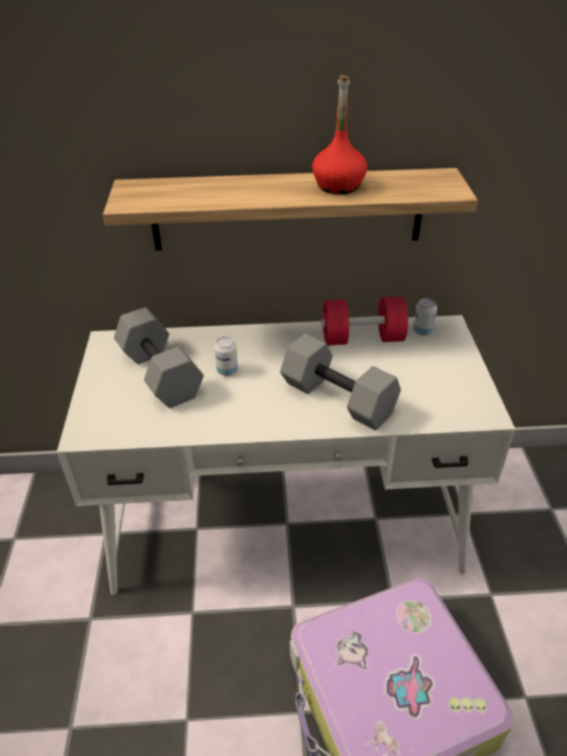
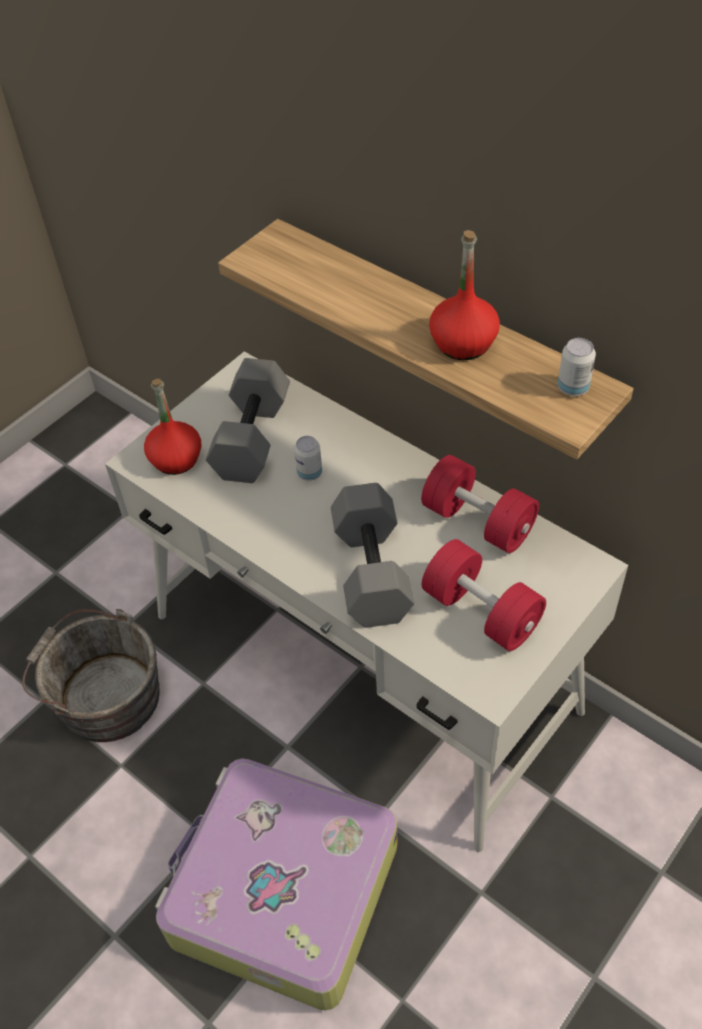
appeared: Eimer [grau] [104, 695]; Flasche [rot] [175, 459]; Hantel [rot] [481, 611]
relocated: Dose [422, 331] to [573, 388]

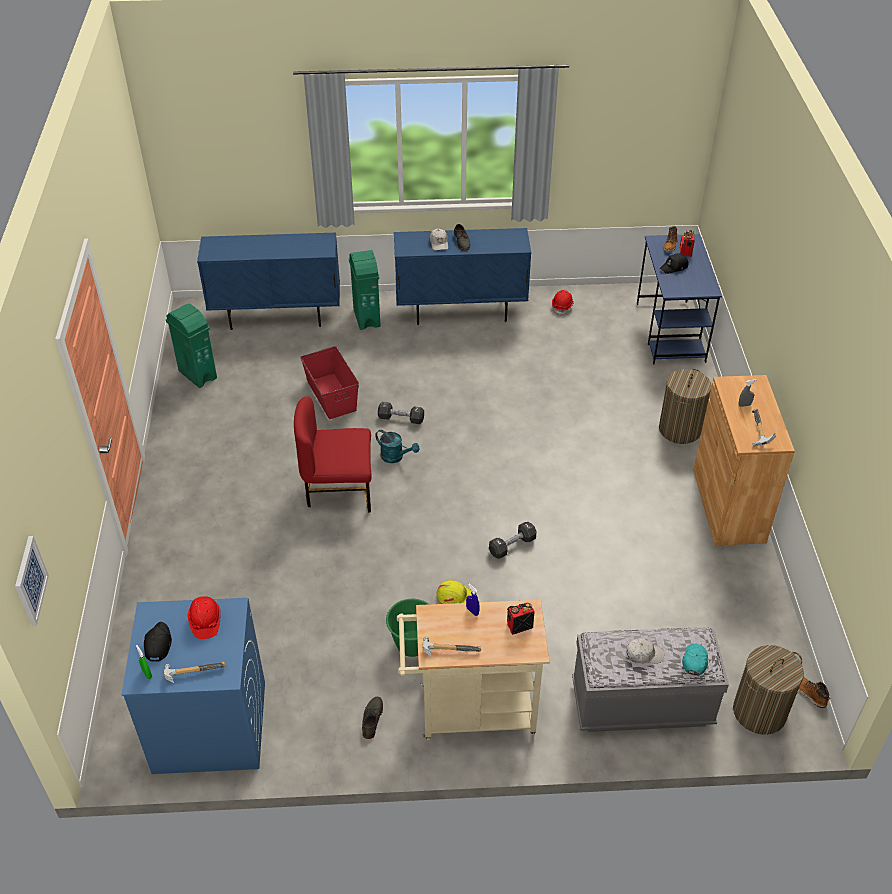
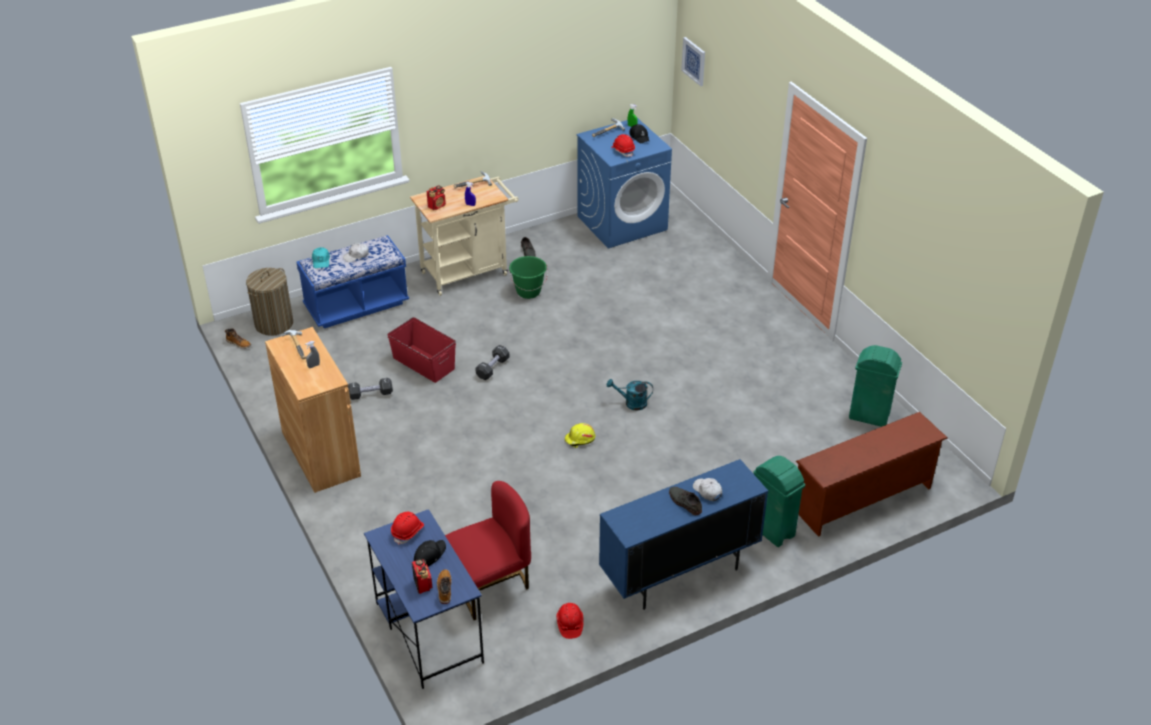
missing: Wäschekorb [679, 429]
appeared: Schutzhelm [rot] [408, 532]
relocated: Stuhl [rot] [339, 490] to [490, 585]; Aufbewahrungsbox [rot] [331, 396] to [423, 363]; Hantel [schwarz] [401, 419] to [370, 394]; Schutzhelm [gelb] [454, 596] to [580, 439]
exchanged: Schrank [blau] [277, 317] to Schuhregal [braun] [863, 500]
colour: Bank [grau] [641, 704] to Bank [blau] [356, 305]

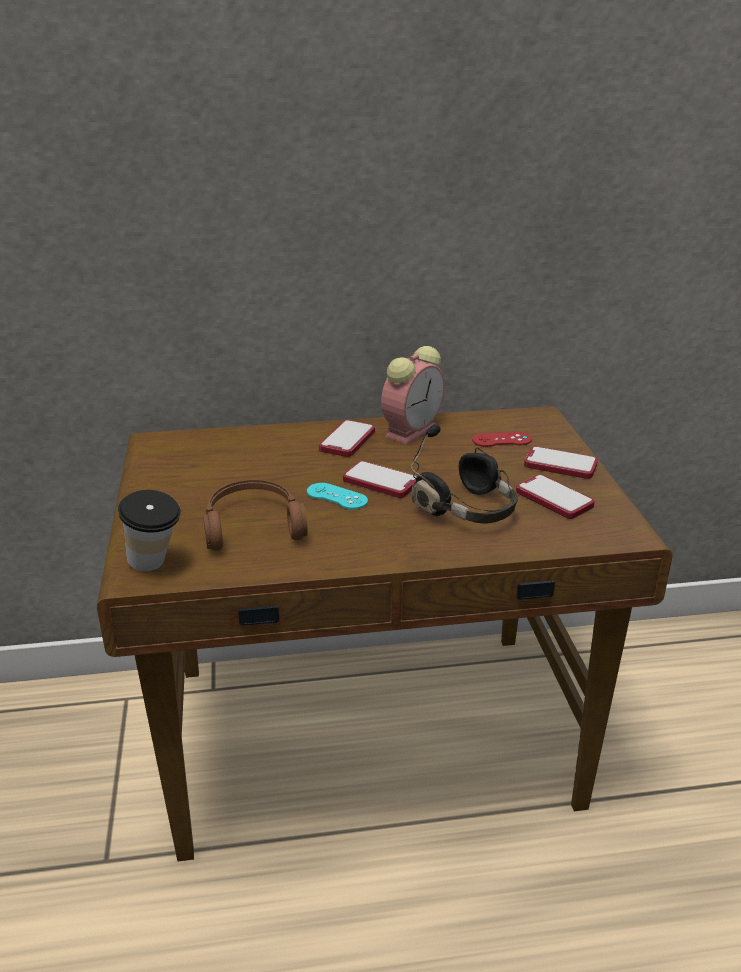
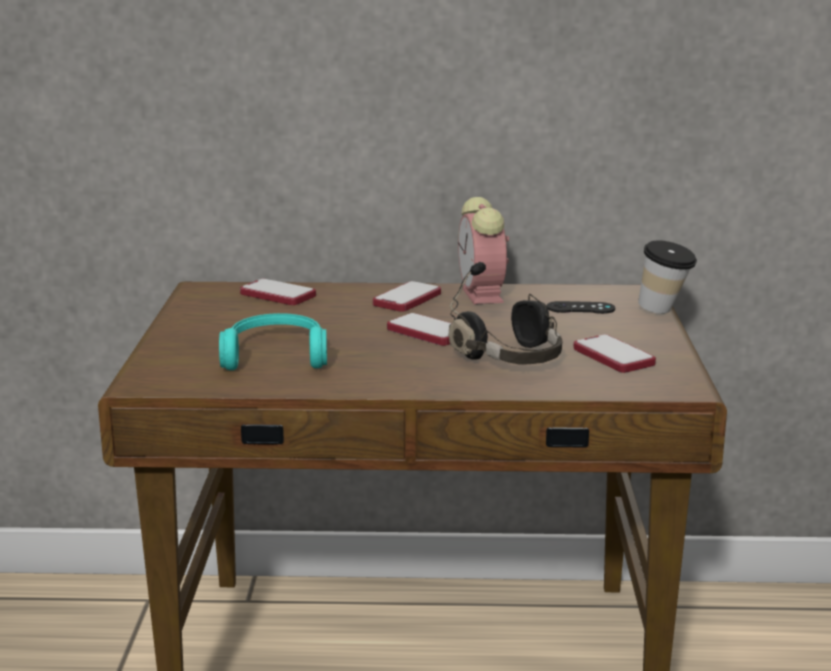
missing: Gamepad [türkis] [337, 496]
relocated: Tasse [156, 566] to [664, 311]; Handy [560, 465] to [278, 295]
colour: Kopfhörer [braun] [252, 525] to Kopfhörer [türkis] [276, 355]; Gamepad [rot] [501, 440] to Gamepad [schwarz] [580, 308]
spun: Wecker [412, 430] = [483, 295] 120 degrees clockwise

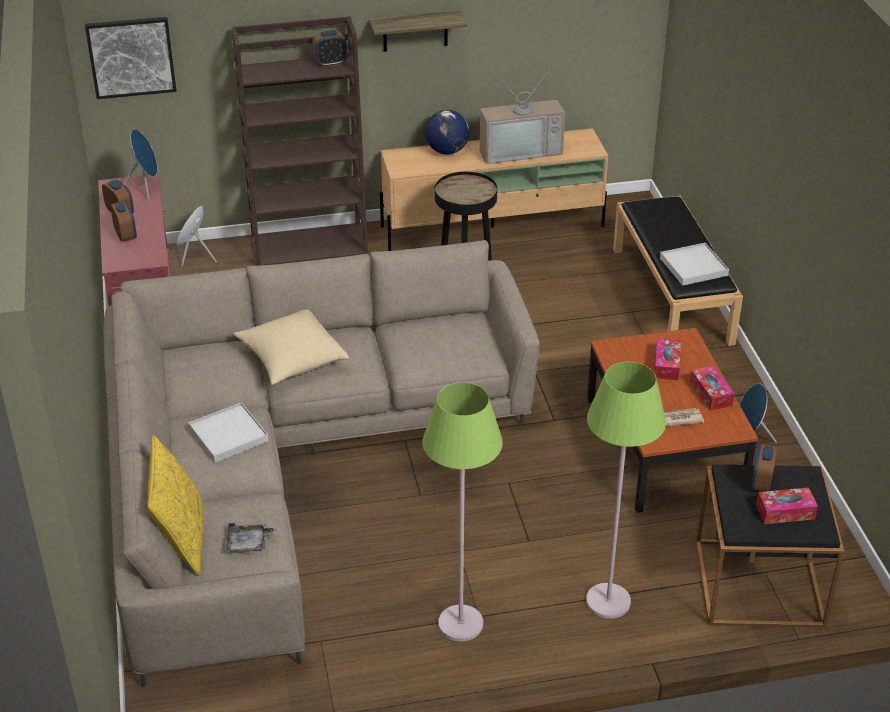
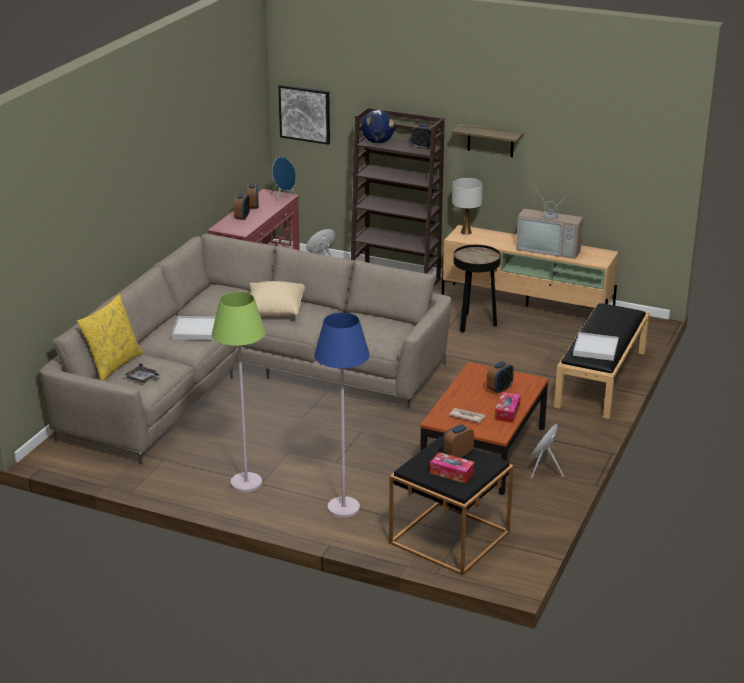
appeared: Tischlampe [weiß] [466, 232]
relocated: Globus [447, 151] to [378, 142]
exchanged: Taschentuchbox [666, 365] to Wecker [499, 389]
colour: Stehlampe [grün] [608, 602] to Stehlampe [blau] [343, 508]

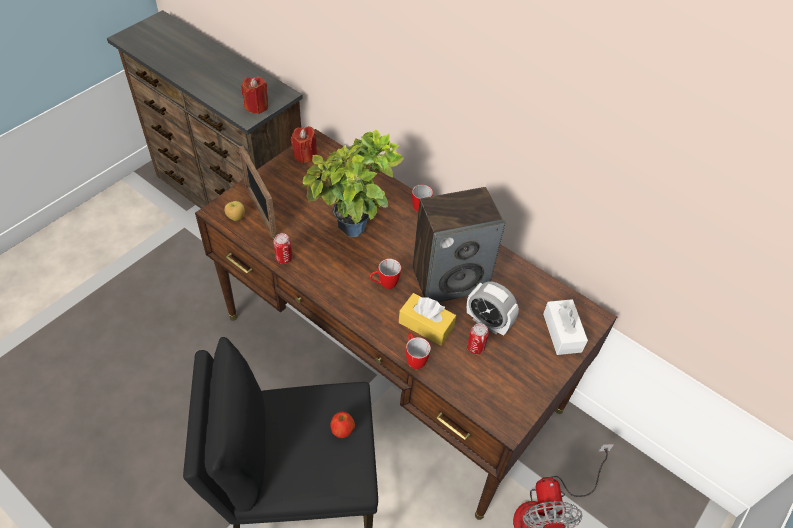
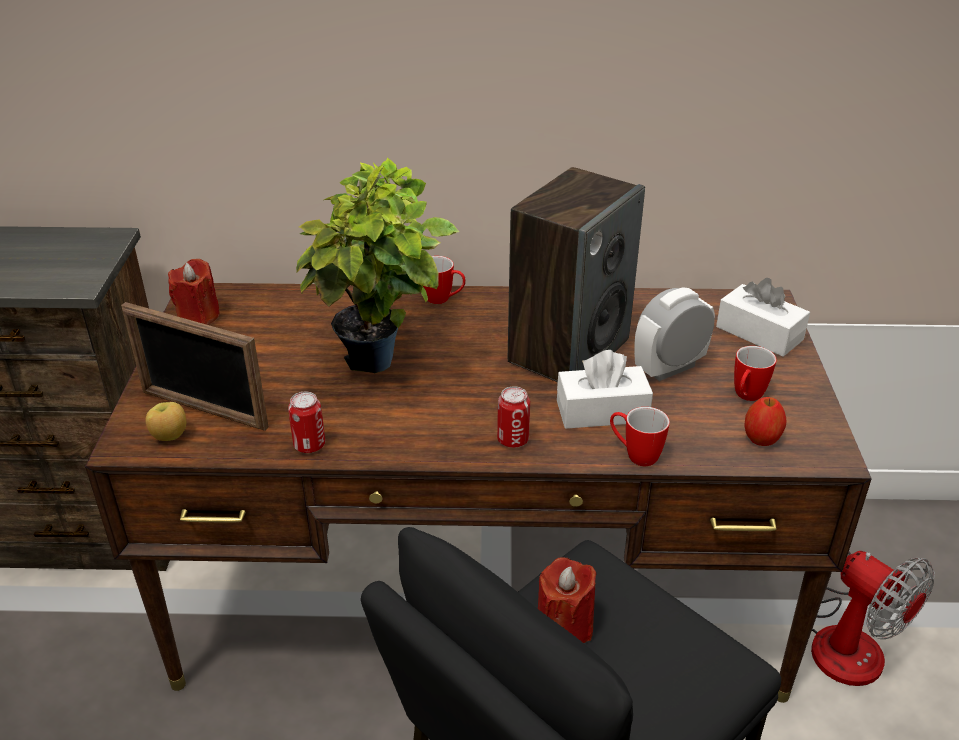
relocated: Kerze [rot] [256, 106] to [564, 626]; Apfel [342, 430] to [761, 439]; Henkelbecher [384, 284] to [745, 397]; Dose [475, 347] to [513, 440]
colour: Taschentuchbox [gelb] [426, 325] to Taschentuchbox [weiß] [602, 411]
spun: Wecker [488, 322] = [669, 368] 150 degrees clockwise

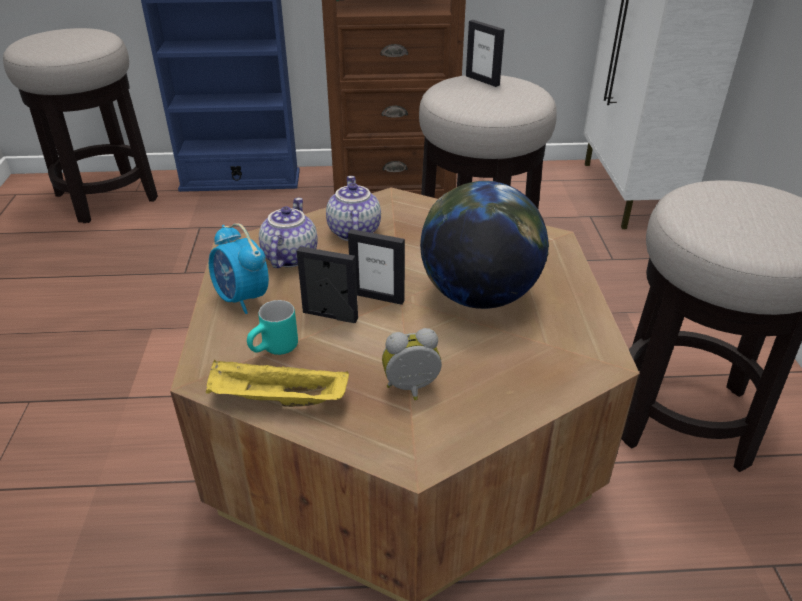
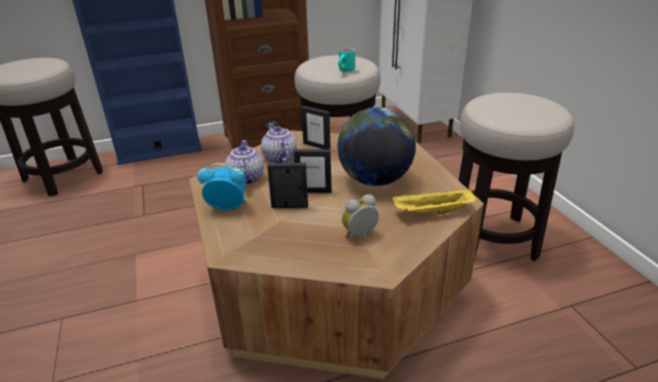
relocated: Tablett [gelb] [276, 400] to [432, 212]; Henkelbecher [türkis] [276, 350] to [346, 71]; Bilderrahmen [482, 80] to [316, 146]
spun: Wecker [242, 299] = [227, 207] 150 degrees clockwise

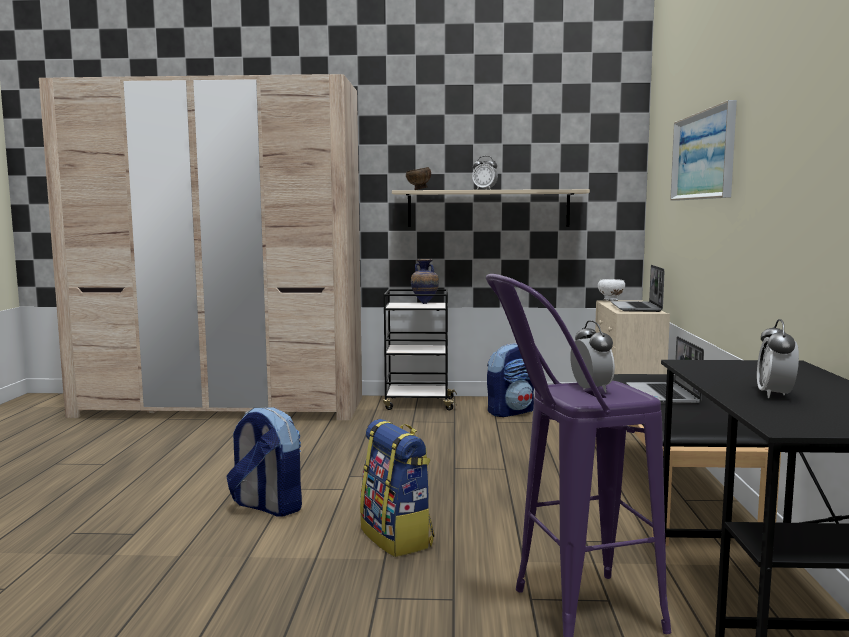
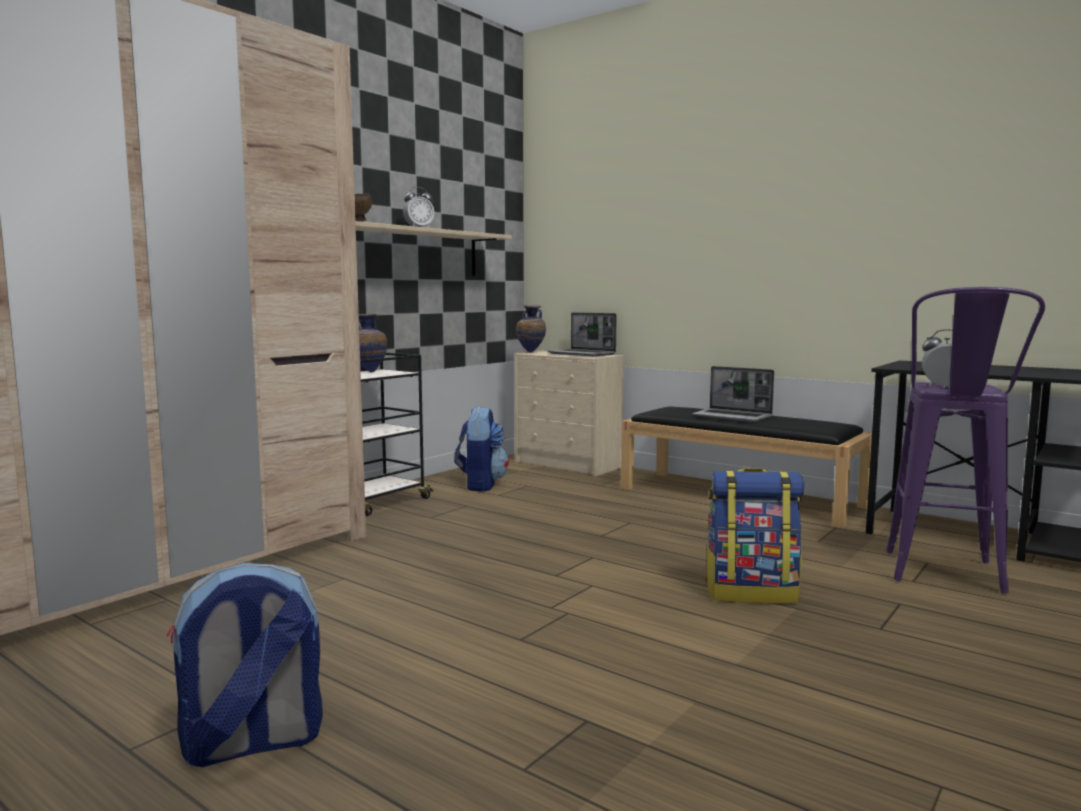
missing: Bild [703, 156]; Wecker [775, 394]
relocated: Rucksack [267, 506] to [251, 744]
exchanged: Schüssel [weiß] [610, 301] to Vase [531, 352]

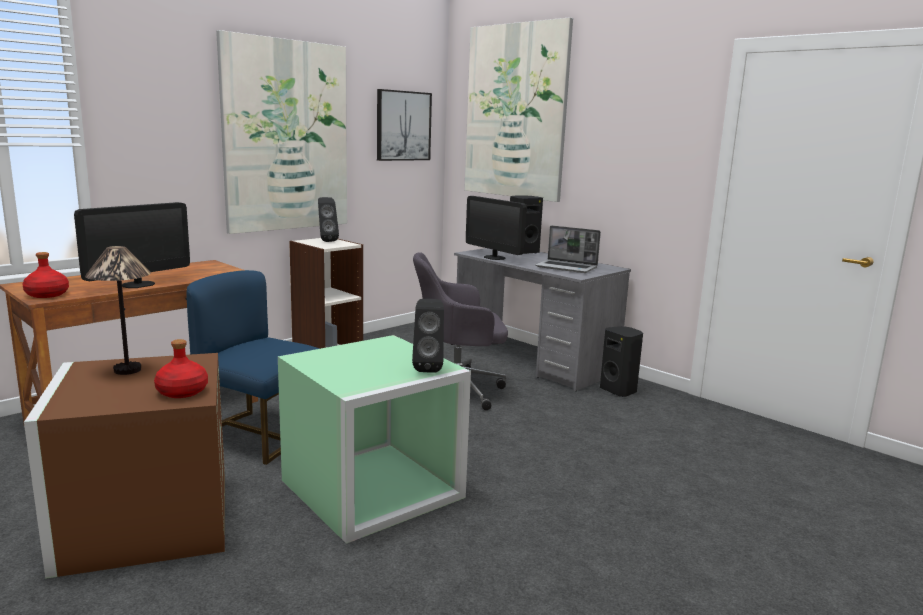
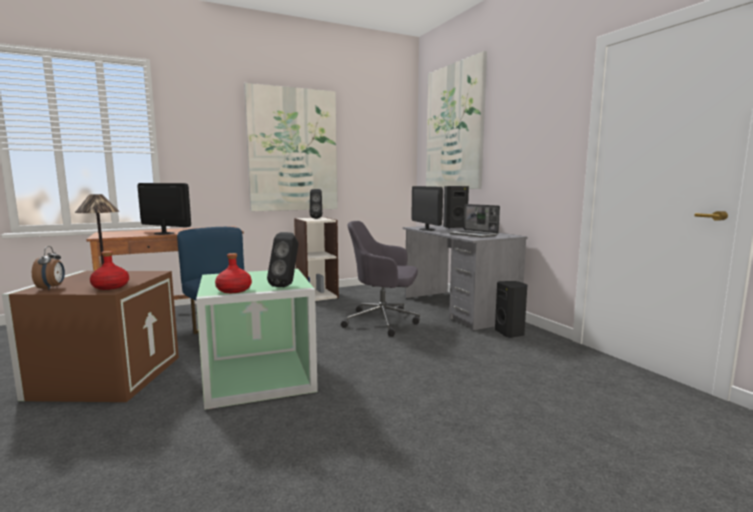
missing: Bild [403, 126]
appeared: Wecker [52, 288]
relocated: Flasche [rot] [47, 294] to [234, 290]
spun: Monitor [138, 284] = [164, 233] 120 degrees counterclockwise

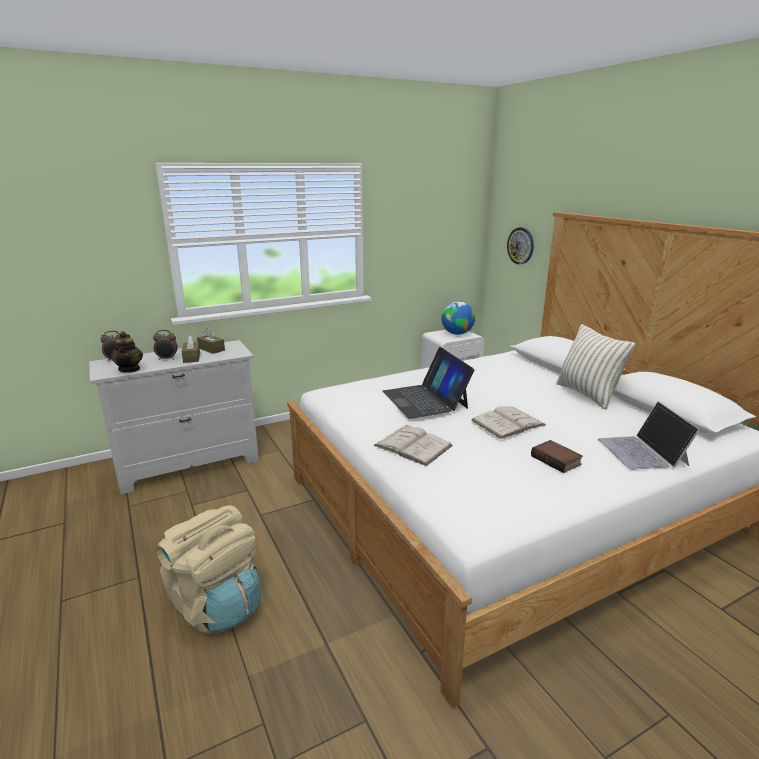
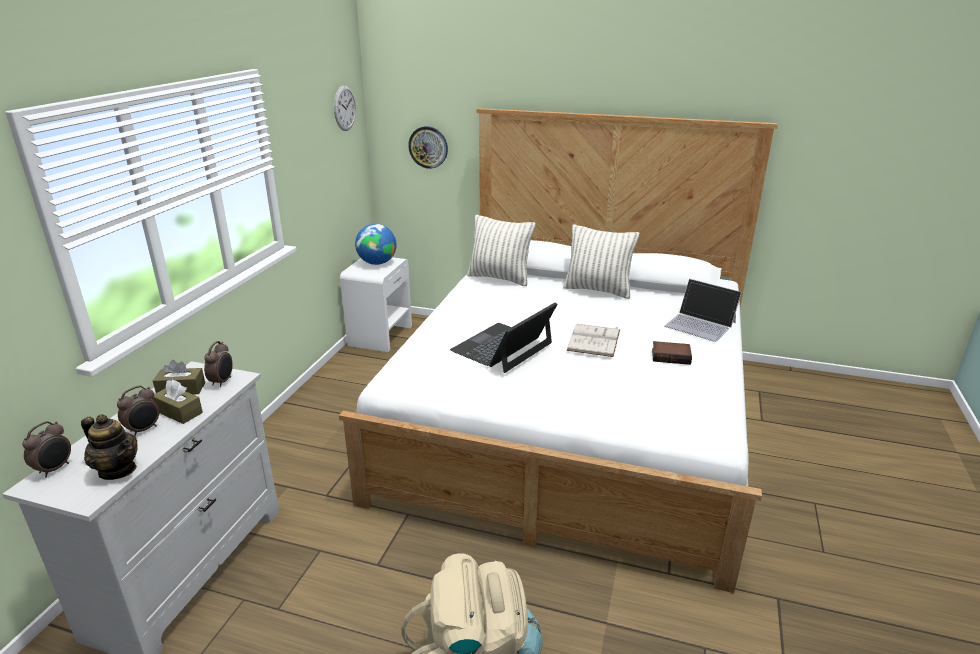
missing: Buch [weiß] [413, 445]
appeared: Wecker [222, 381]; Wanduhr [344, 108]; Kissen [500, 278]
spun: Laptop [425, 399] = [502, 347] 105 degrees clockwise

